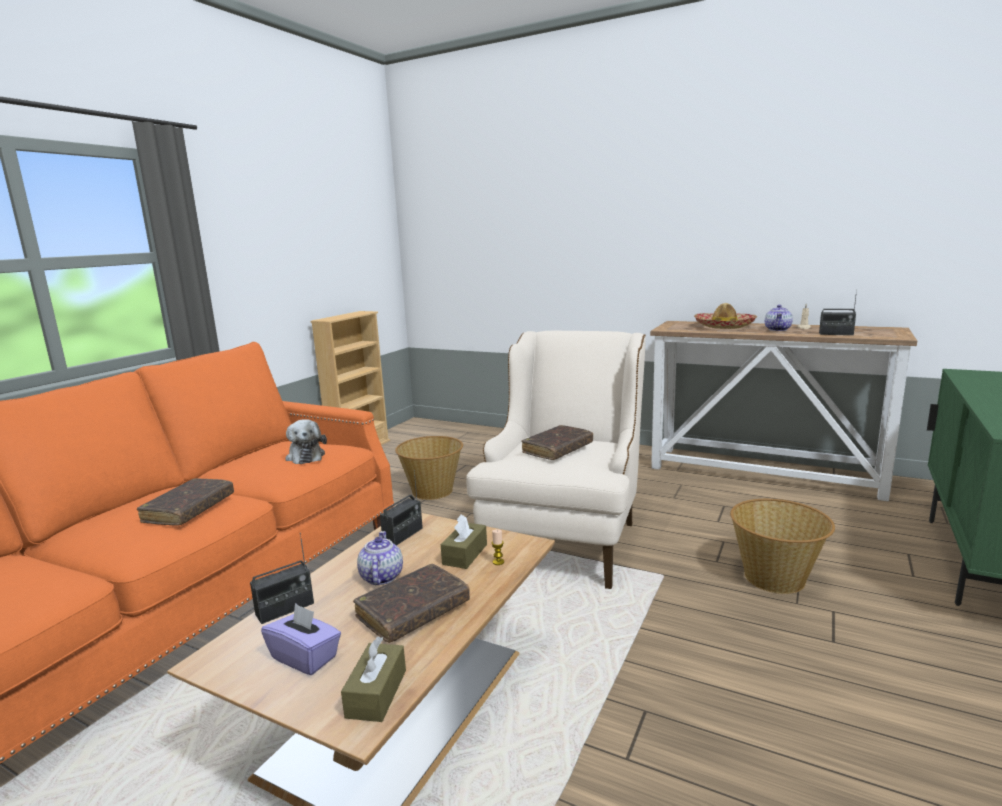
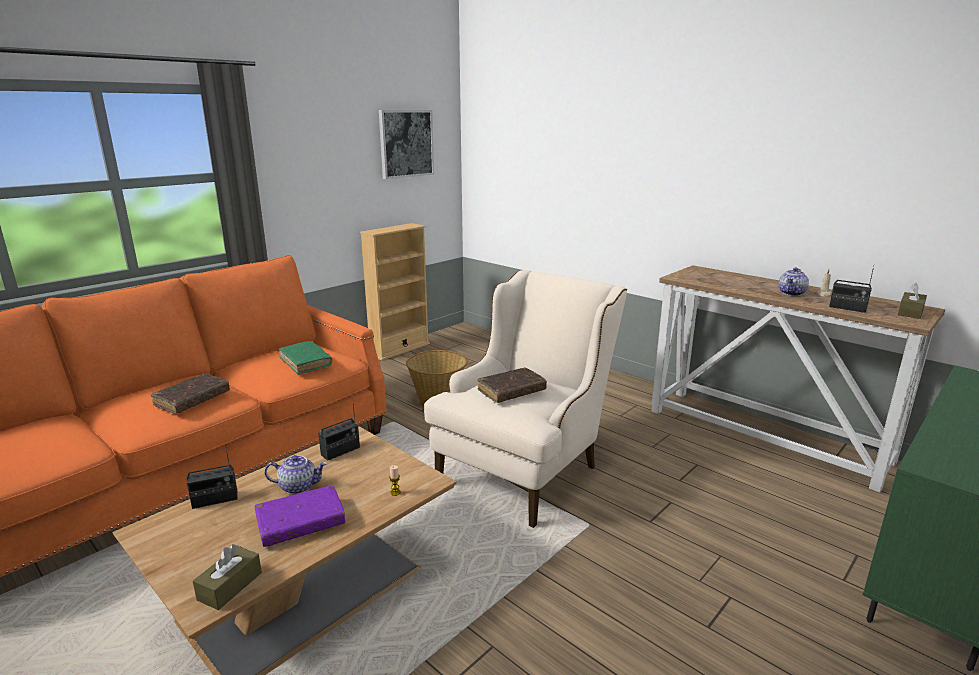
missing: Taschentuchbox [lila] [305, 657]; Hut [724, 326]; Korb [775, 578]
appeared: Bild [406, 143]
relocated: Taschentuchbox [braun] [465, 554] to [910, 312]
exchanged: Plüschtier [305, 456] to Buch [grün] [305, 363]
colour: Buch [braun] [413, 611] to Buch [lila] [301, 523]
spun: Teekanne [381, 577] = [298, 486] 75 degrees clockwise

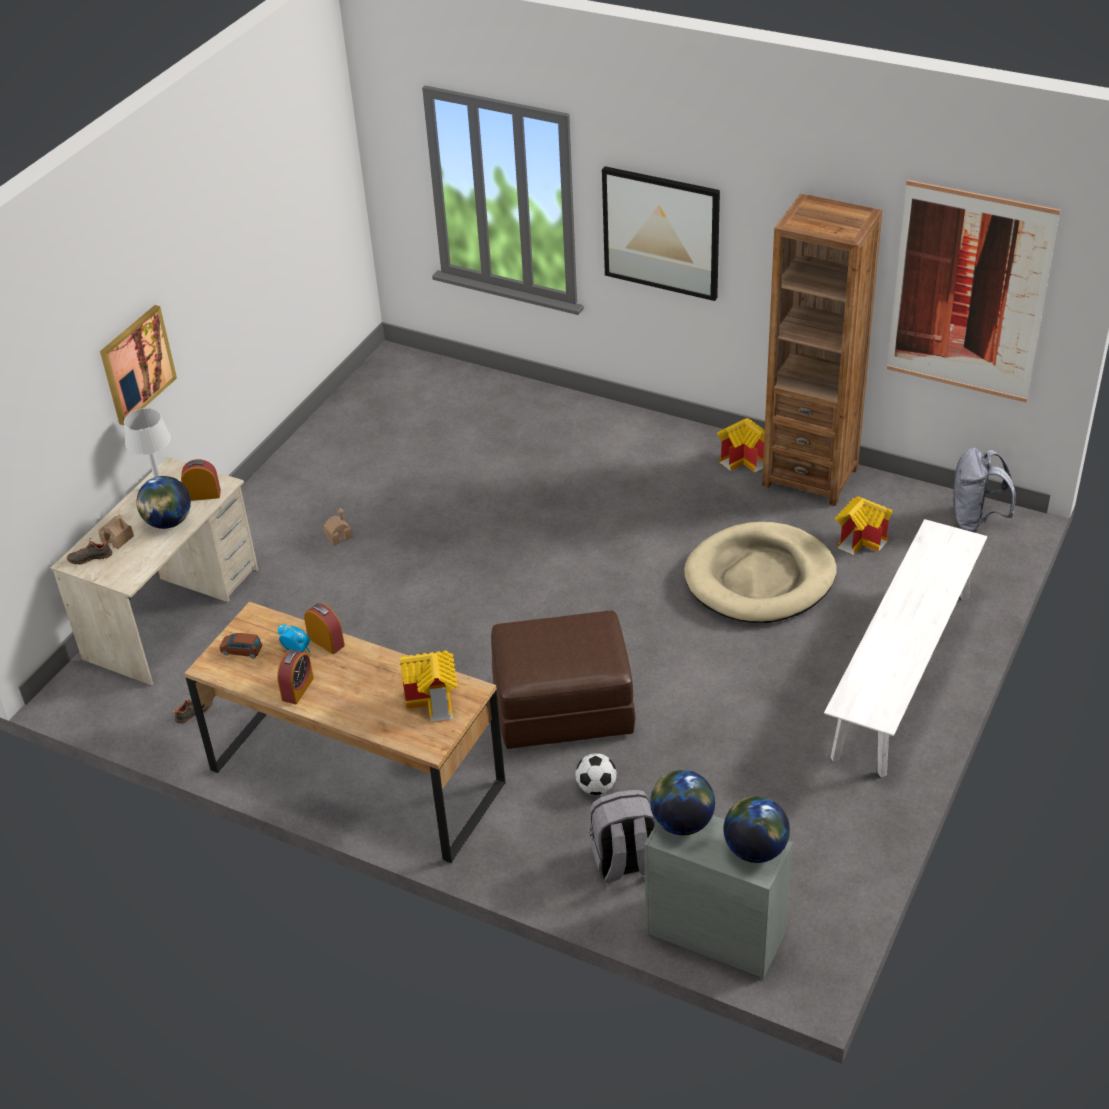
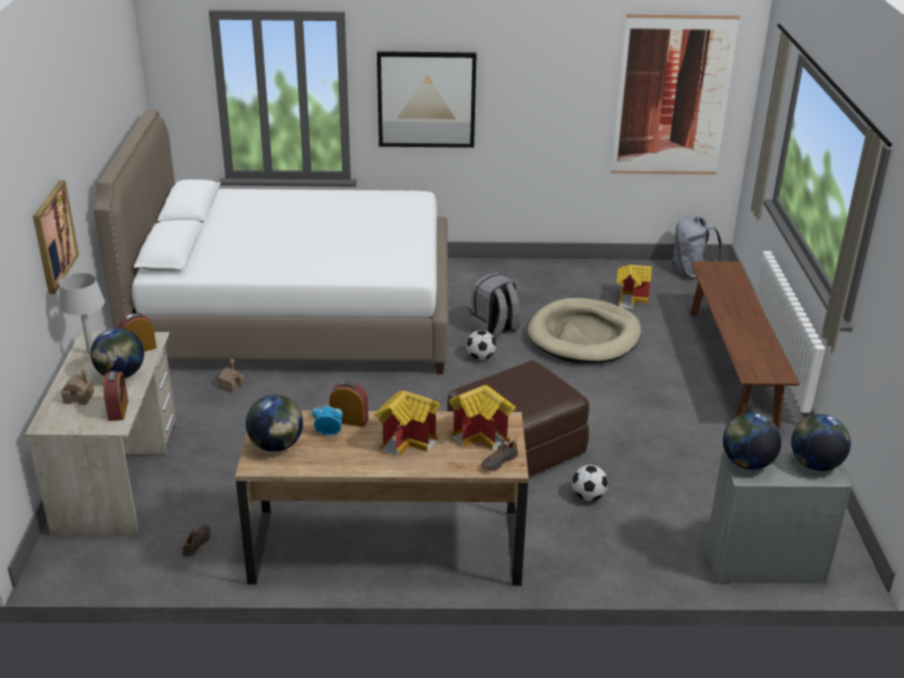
missing: Bücherregal [braun] [810, 476]
appeared: Bett [weiß] [297, 316]; Fußball [480, 357]
relocated: Schuh [schwarz] [90, 557] to [498, 461]; Wecker [297, 689] to [118, 410]; Rucksack [grau] [624, 863] to [494, 330]; Spielzeughaus [745, 460] to [408, 441]
exchanged: Spielzeugauto [braun] [241, 650] to Globus [276, 445]
colour: Bank [weiß] [903, 674] to Bank [braun] [731, 367]

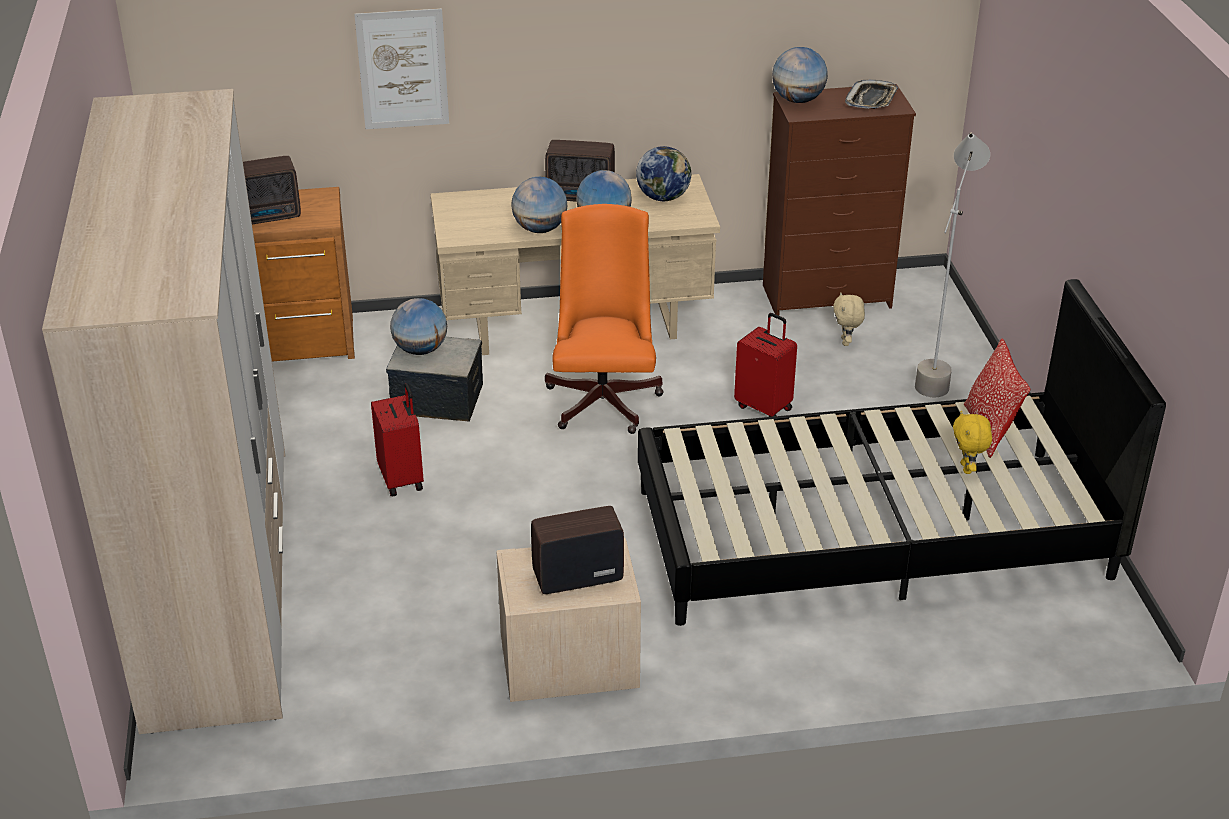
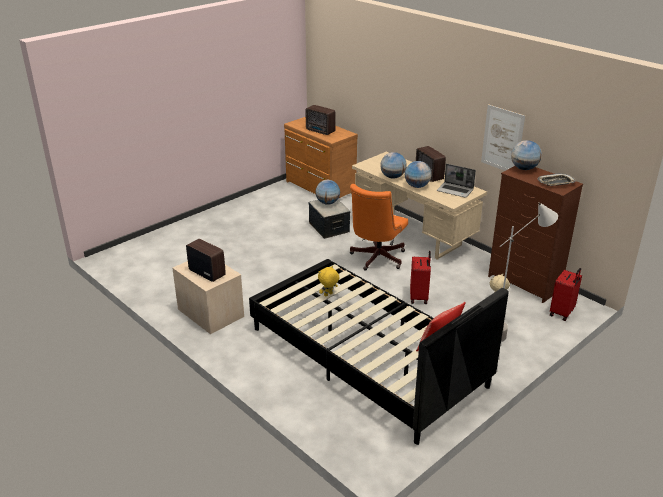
missing: Kleiderschrank [221, 580]
relocated: Bild [402, 69] to [502, 139]; Koffer [rot] [402, 479] to [562, 313]; Plüschtier [gelb] [967, 468] to [328, 295]
exchanged: Globus [663, 197] to Laptop [455, 190]
spun: Bürostuhl [orange] [604, 397] = [376, 259] 150 degrees clockwise

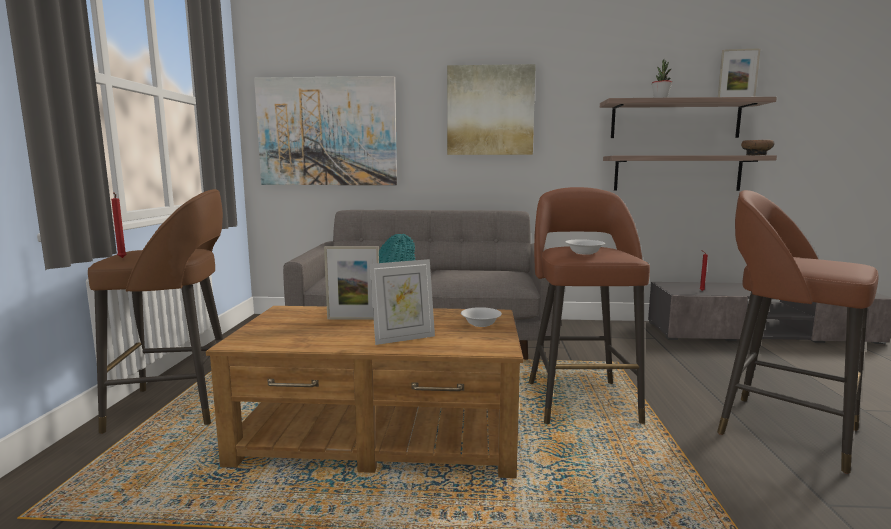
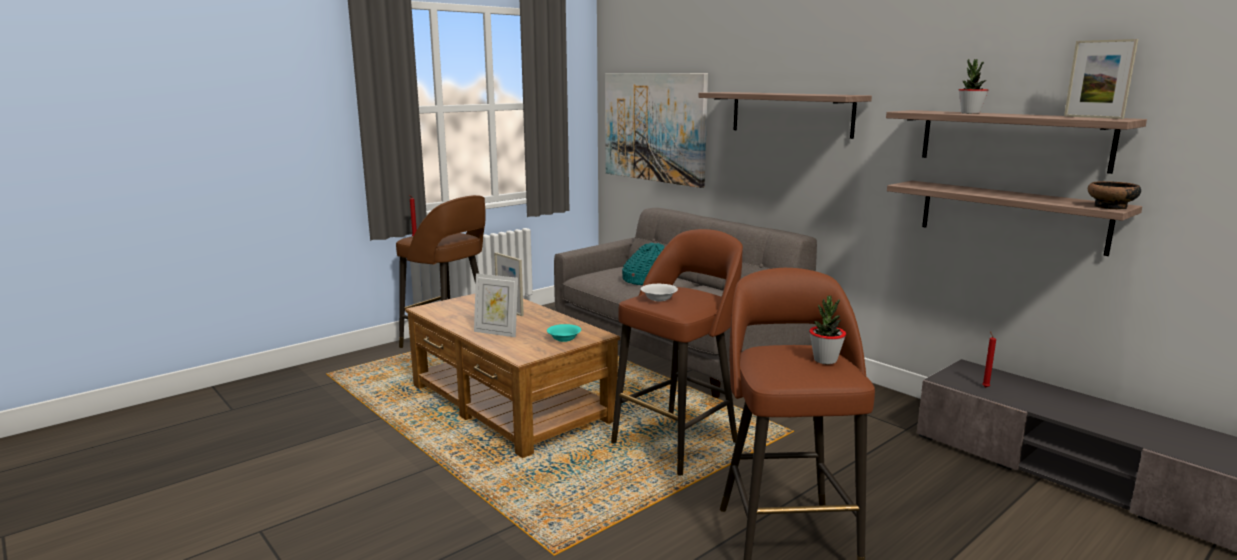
appeared: Topfpflanze [825, 360]
exchanged: Bild [490, 111] to Wandregal [791, 114]
colour: Schüssel [weiß] [481, 324] to Schüssel [türkis] [564, 339]

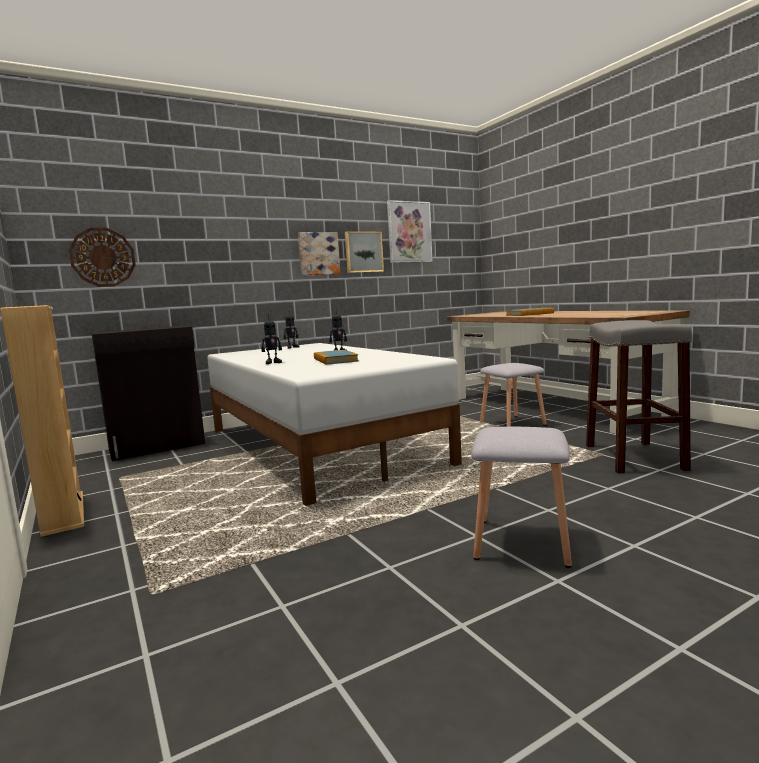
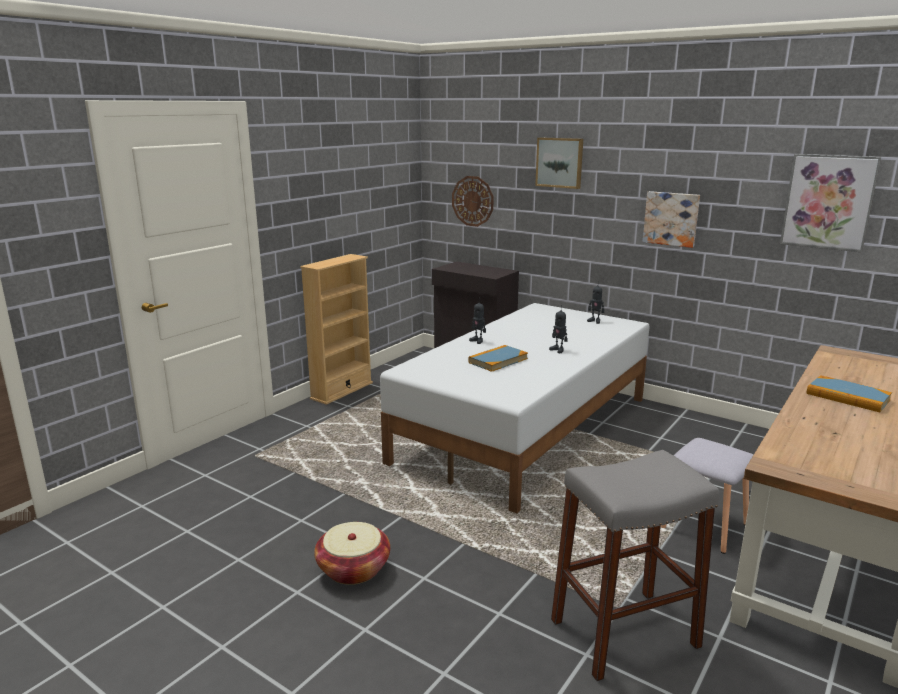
relocated: Bild [363, 252] to [560, 162]
exchanged: Hocker [grau] [519, 542] to Korb [353, 569]

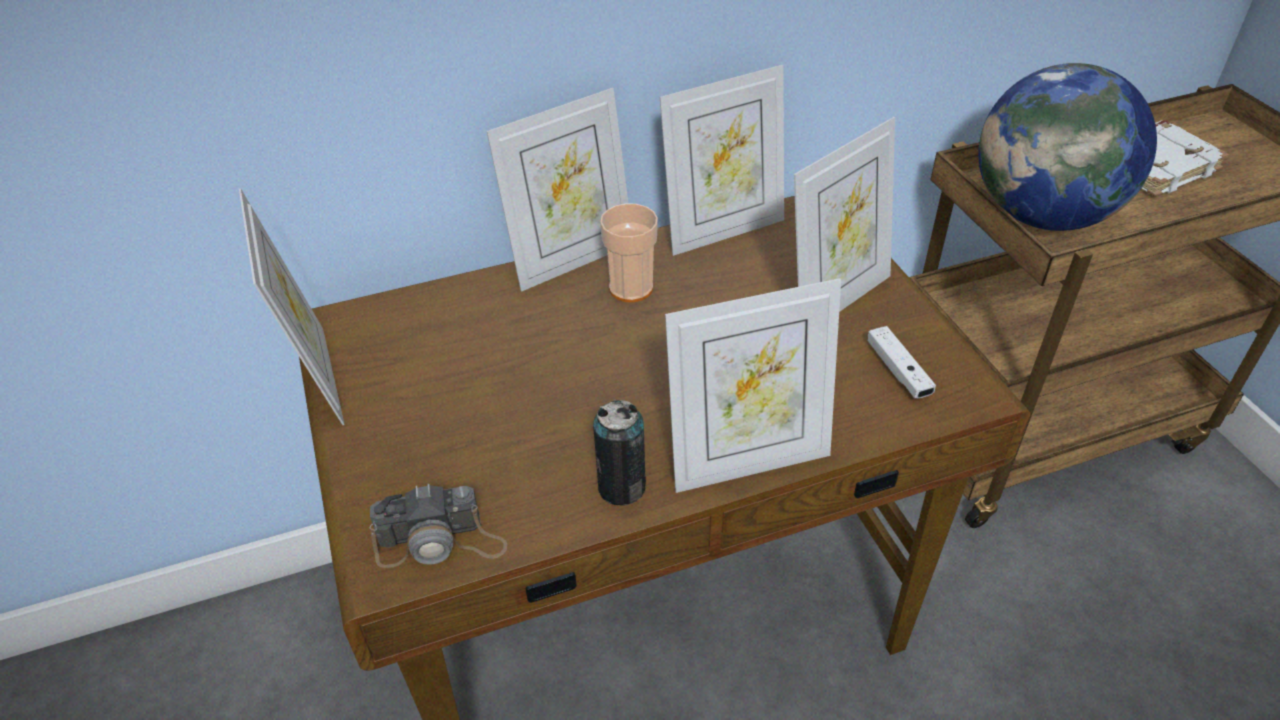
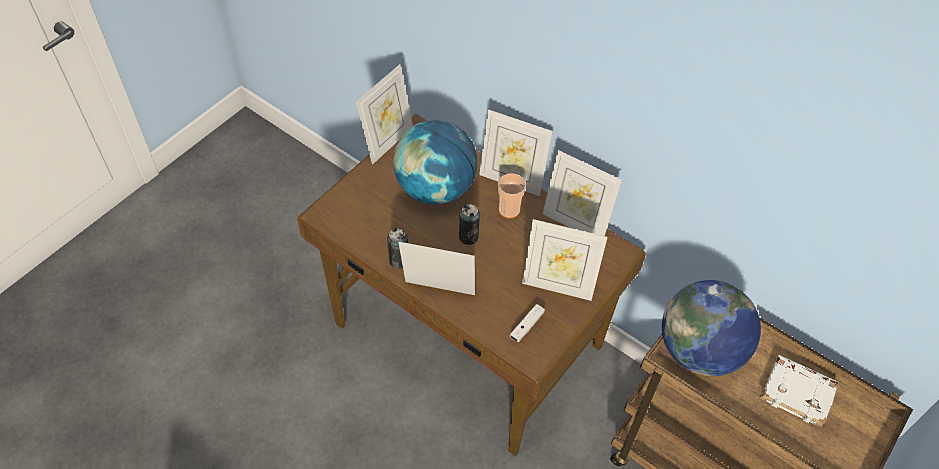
missing: Kamera [440, 542]
appeared: Globus [435, 188]; Dose [468, 237]
spun: Bilderrahmen [747, 461] = [438, 294] 150 degrees clockwise

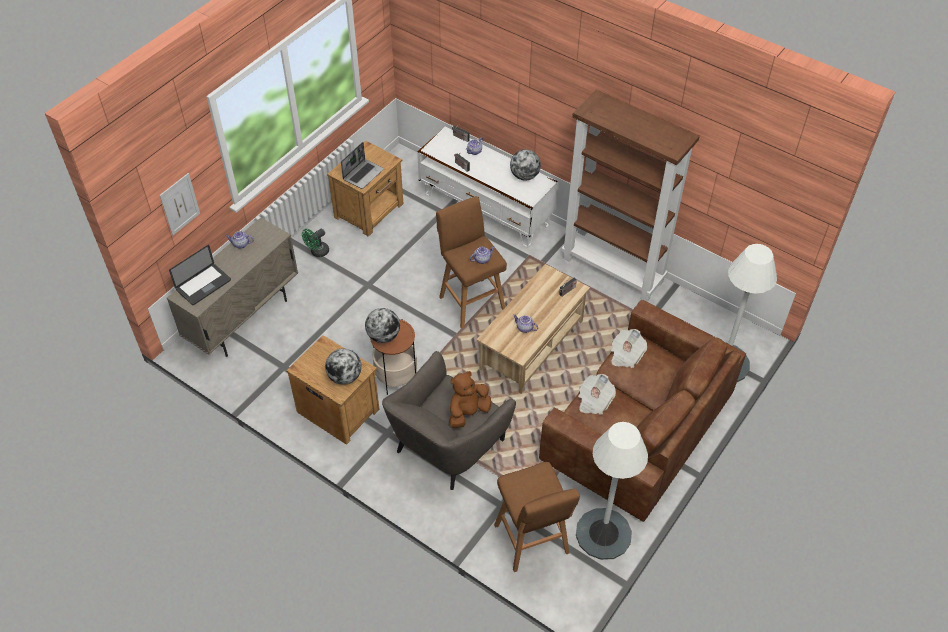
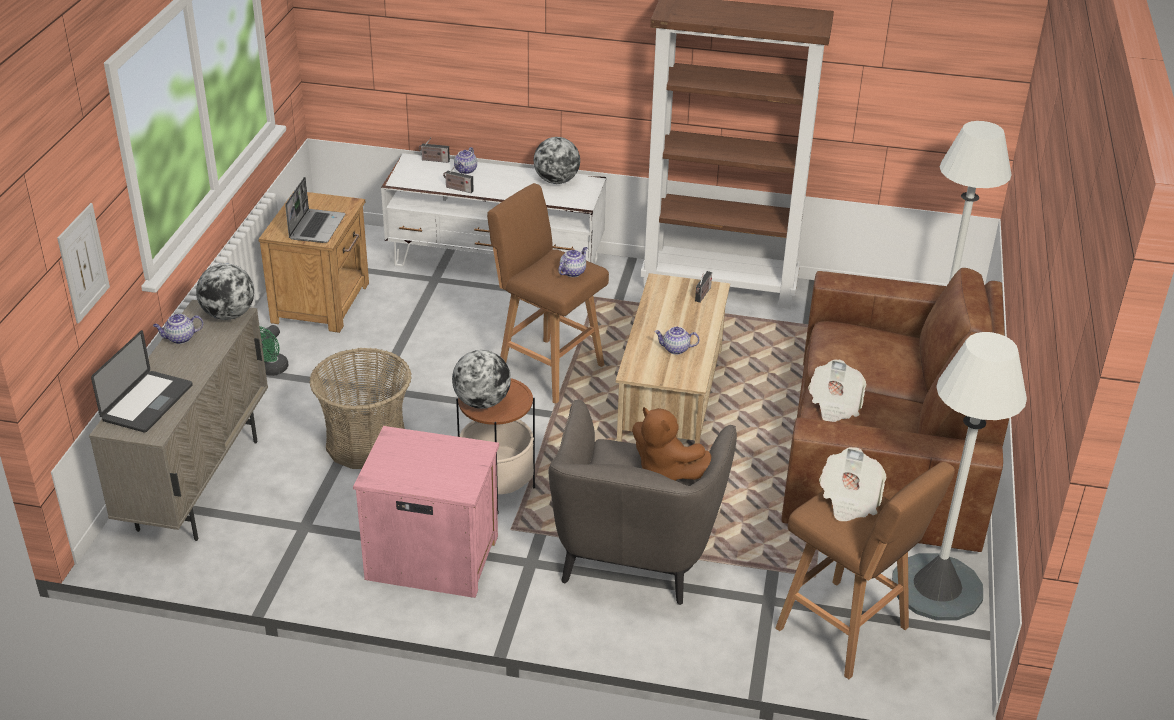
appeared: Korb [366, 443]
relocated: Globus [345, 377] to [228, 315]; Zeitung [626, 355] to [849, 499]
colour: Nachttisch [braun] [338, 409] to Nachttisch [rosa] [431, 556]
spun: Plüschtier [braun] [468, 412] = [665, 471] 75 degrees counterclockwise

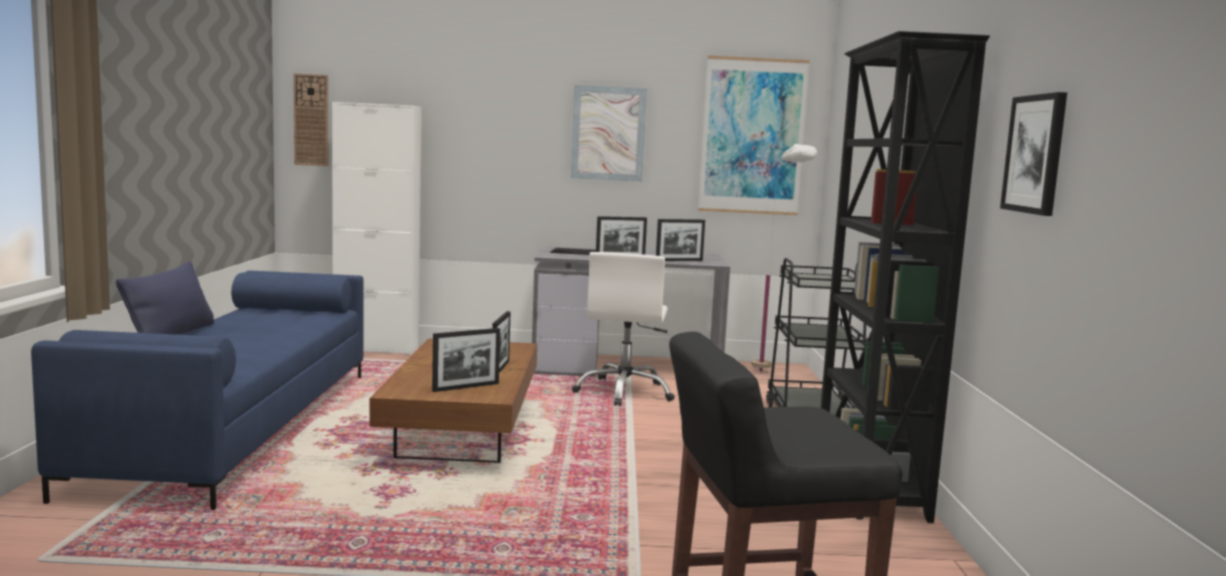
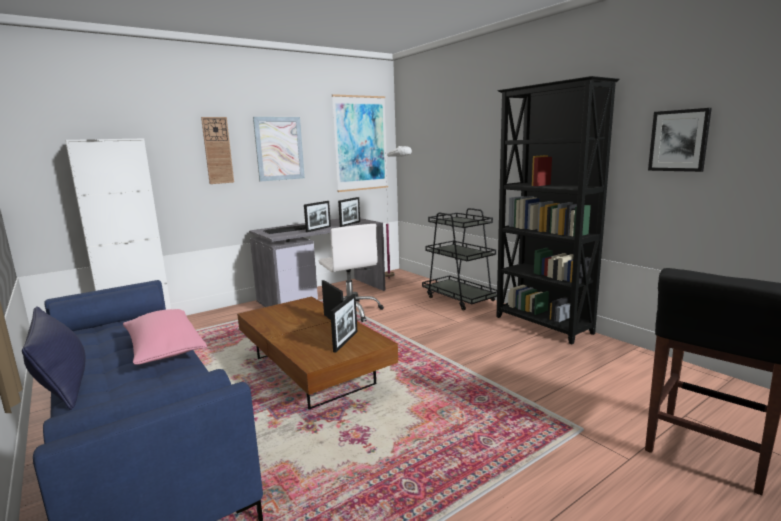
appeared: Kissen [rosa] [164, 350]
relocated: Wanduhr [311, 120] to [217, 150]

